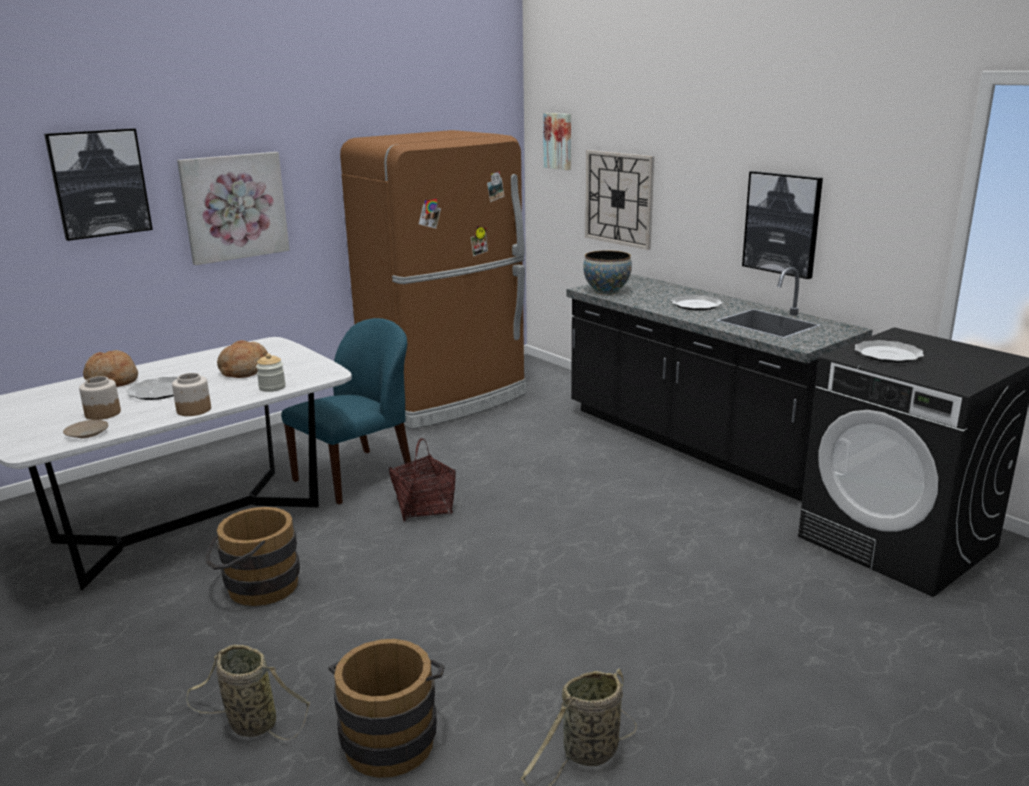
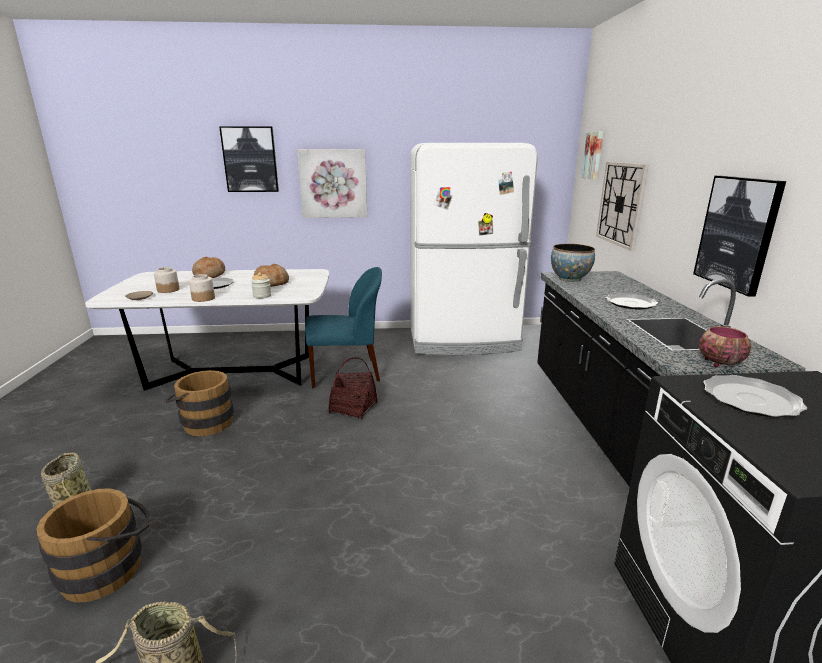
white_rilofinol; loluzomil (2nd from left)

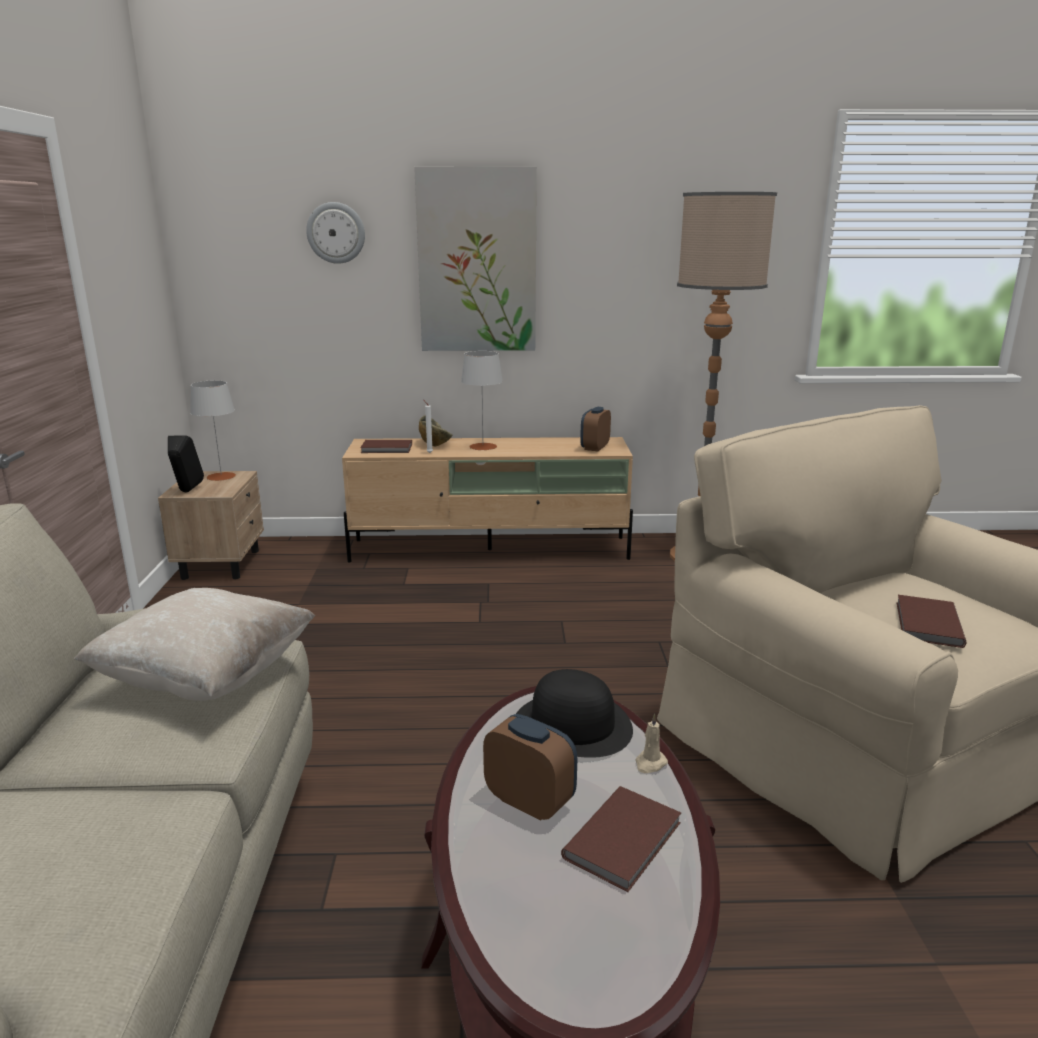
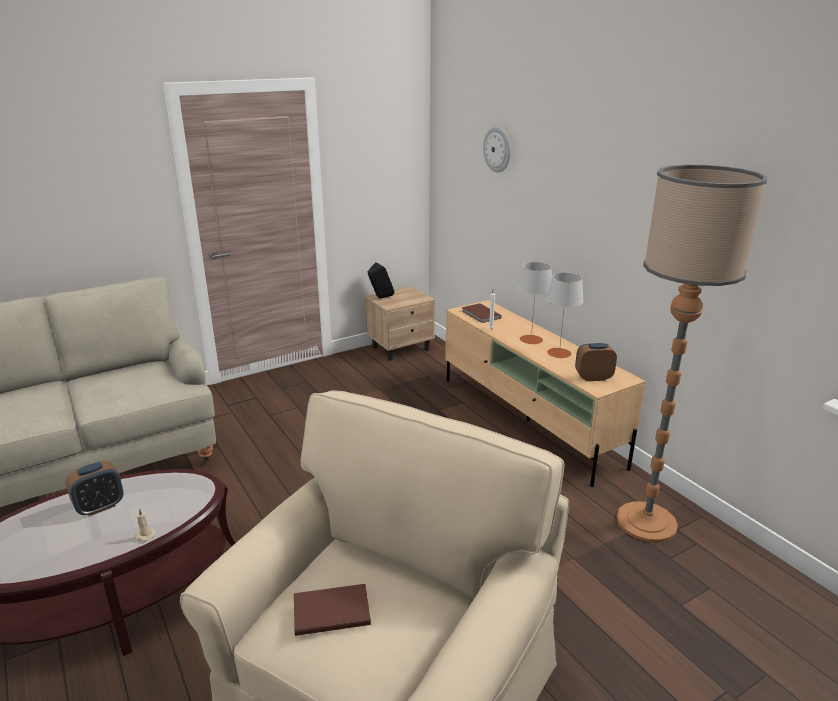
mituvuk; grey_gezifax (2nd from left); loluzomil; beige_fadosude; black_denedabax; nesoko (1st from left); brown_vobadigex (2nd from left in the first image)

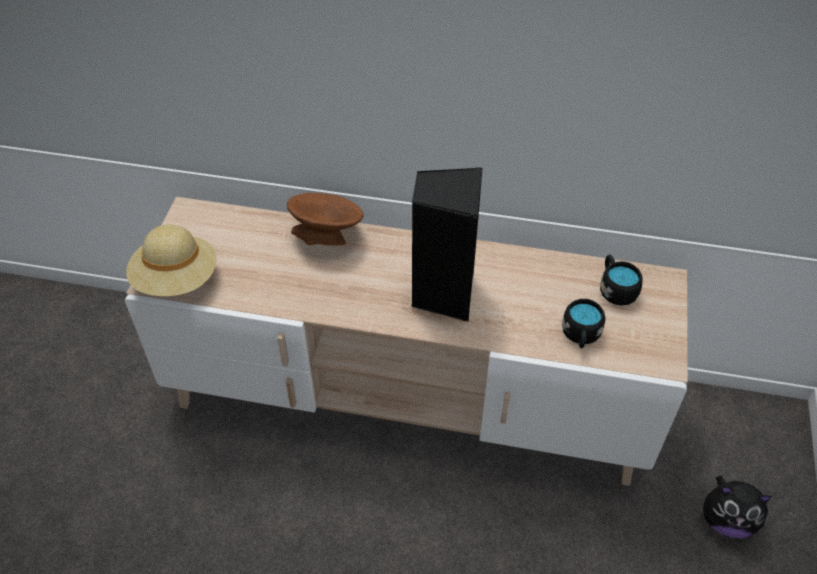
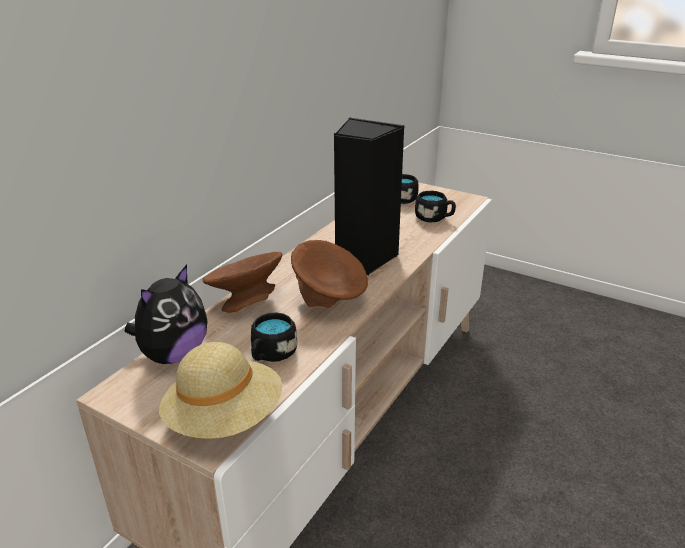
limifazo; brown_loluzomil (2nd from left); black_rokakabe (1st from left)

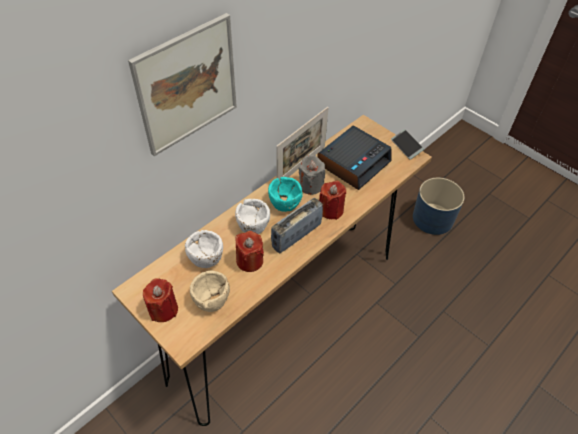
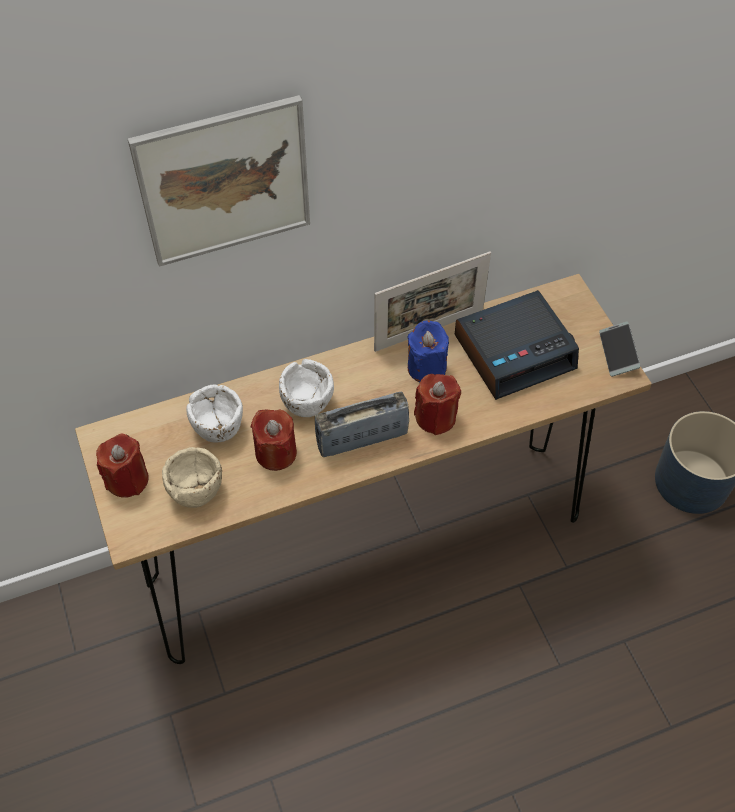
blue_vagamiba; turquoise_loluzomil

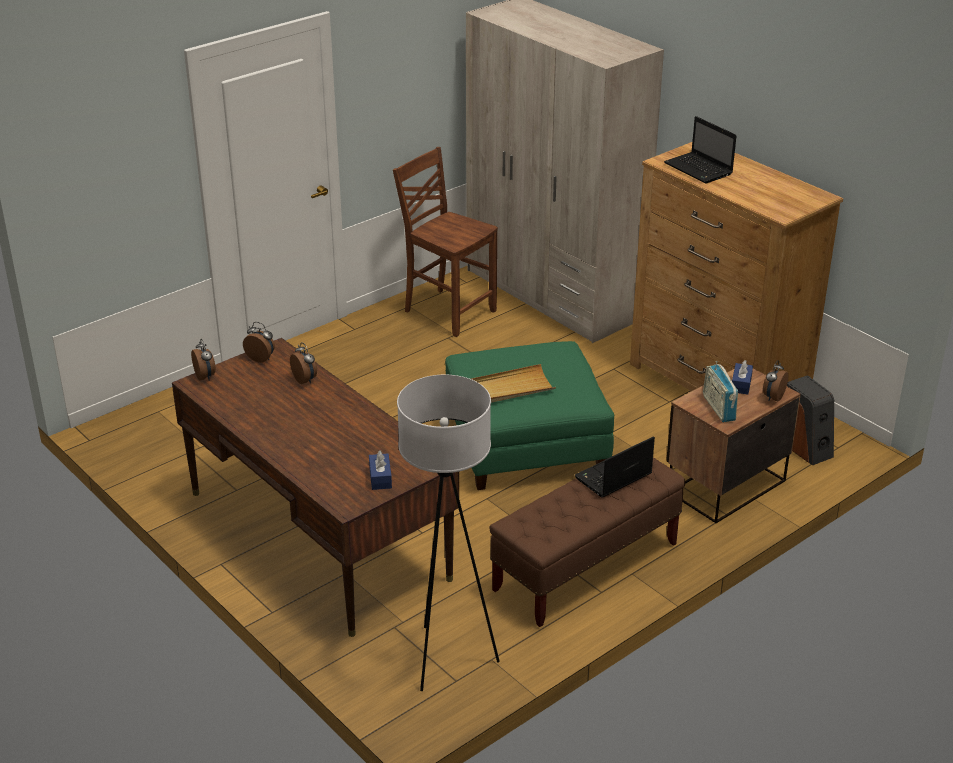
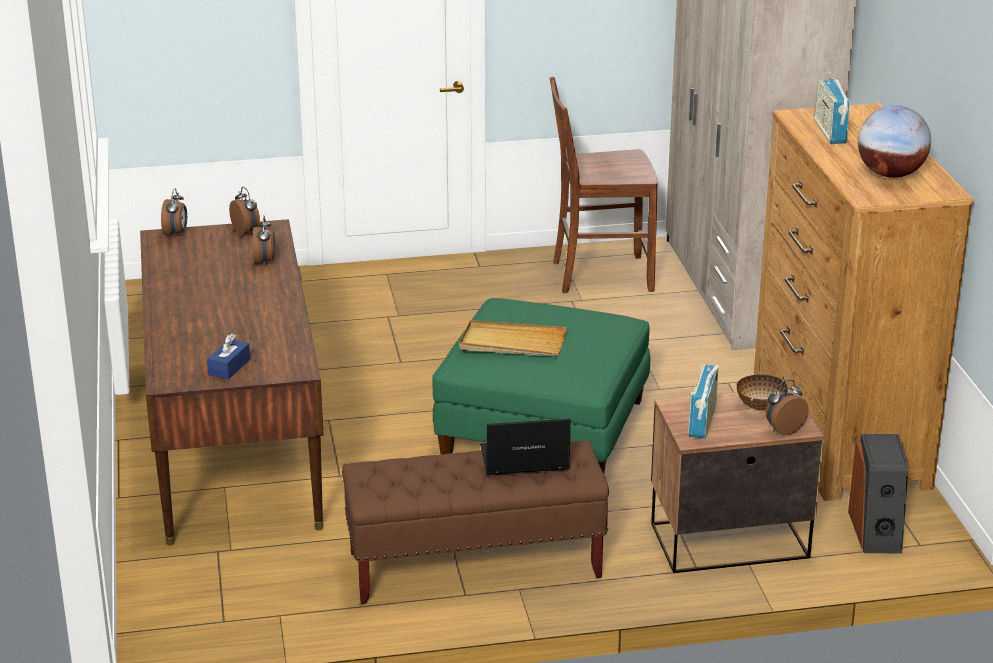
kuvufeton (2nd from left); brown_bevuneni; loluzomil; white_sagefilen; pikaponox

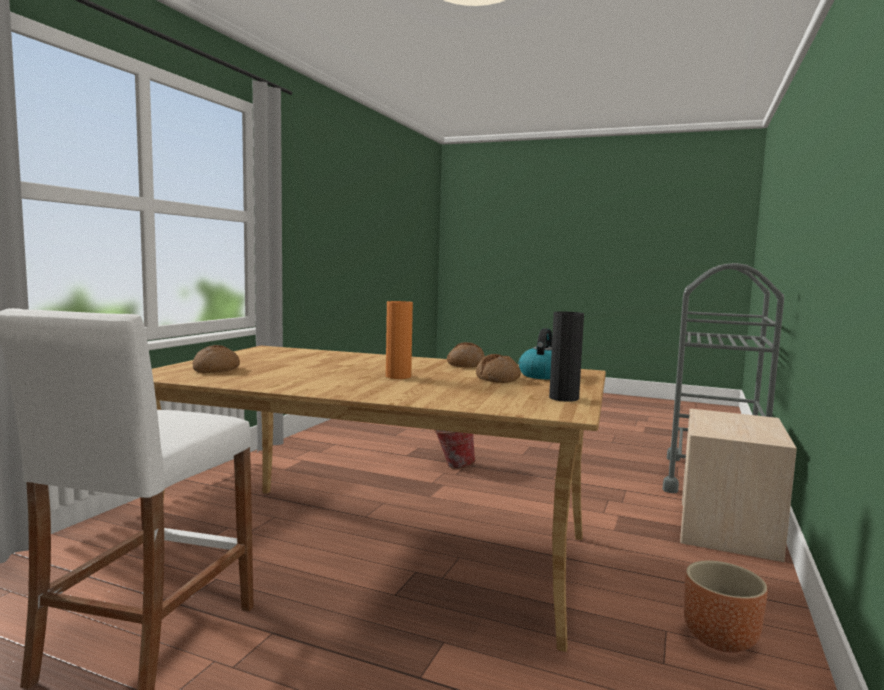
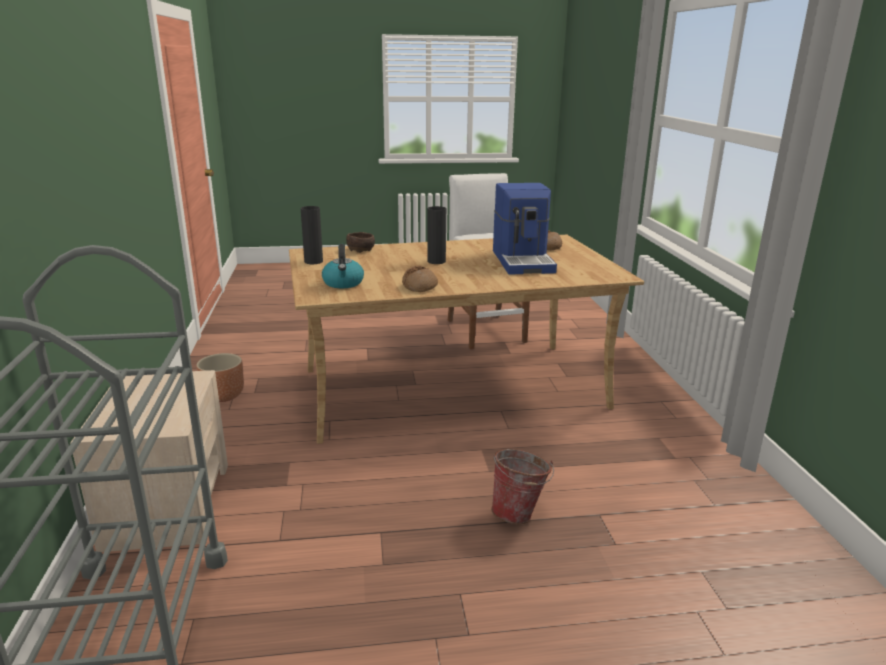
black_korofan (2nd from left); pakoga (3rd from left in the first image); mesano; brown_loluzomil

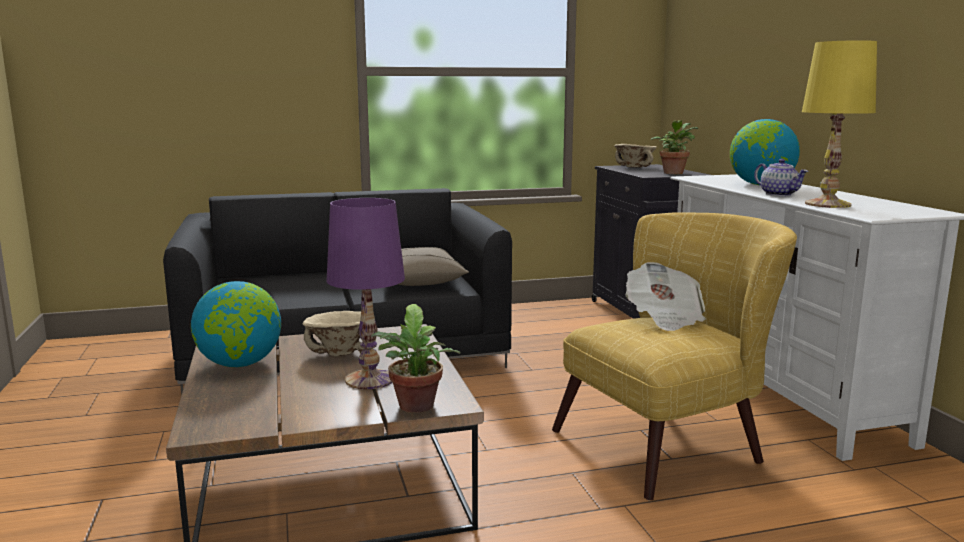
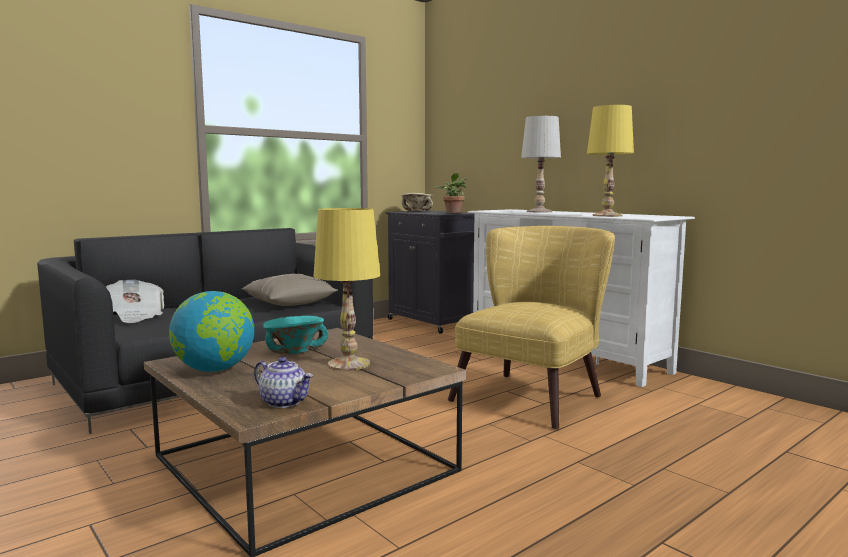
white_gezifax; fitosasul; yellow_gezifax (1st from left); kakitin; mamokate (1st from left in the first image); turquoise_loluzomil

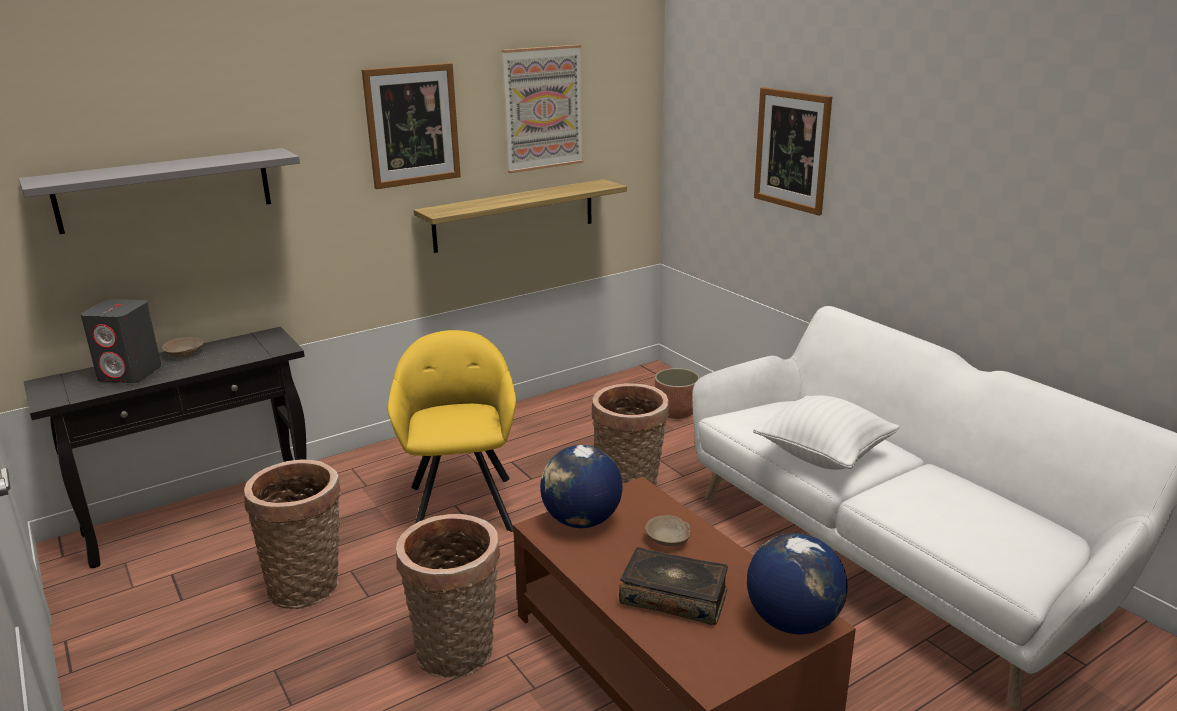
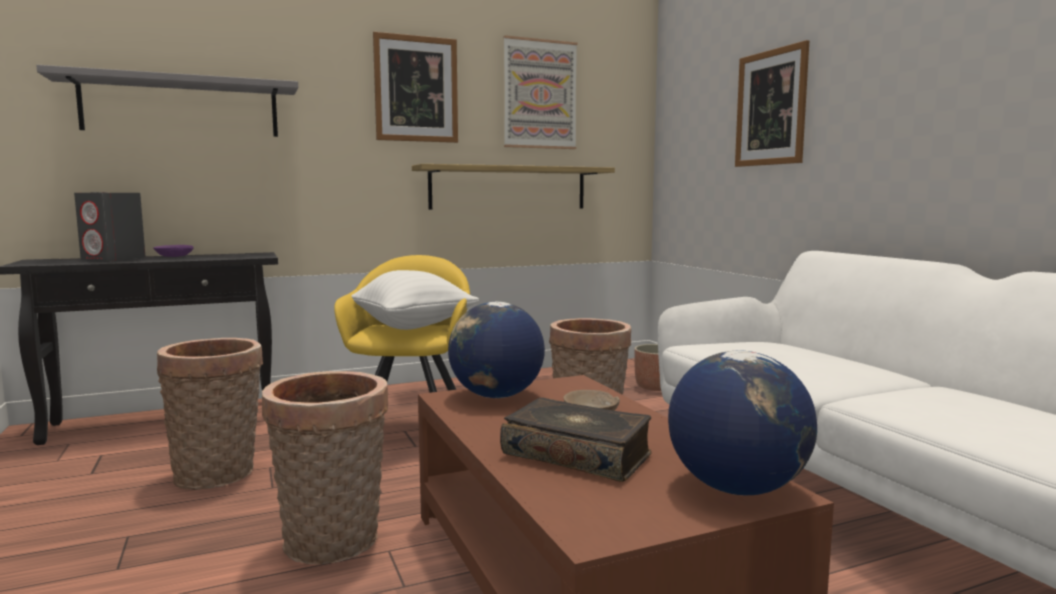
purple_loluzomil; white_fadosude

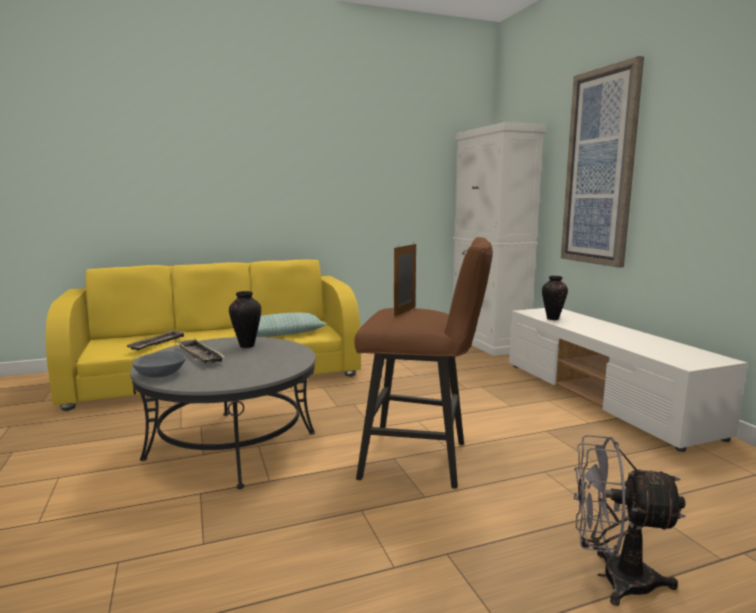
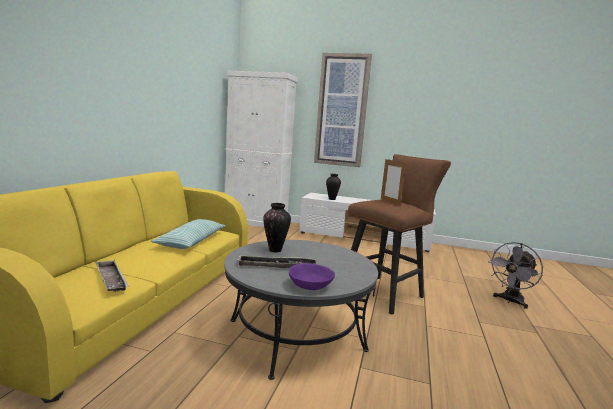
purple_loluzomil

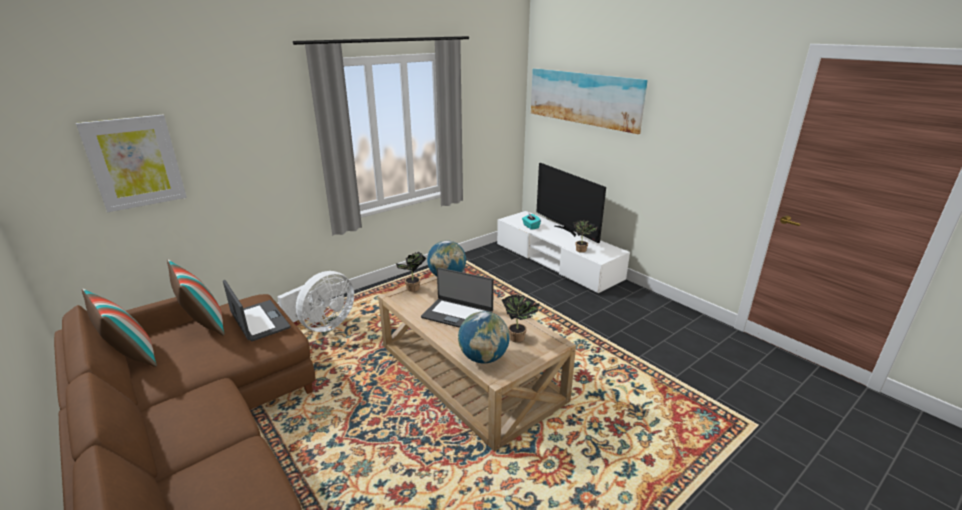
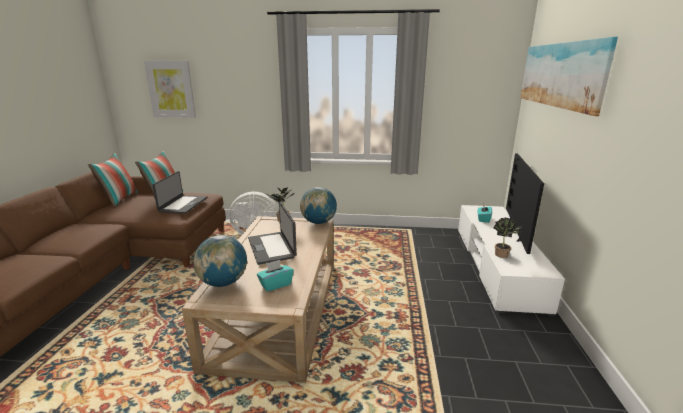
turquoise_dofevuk (1st from left)

